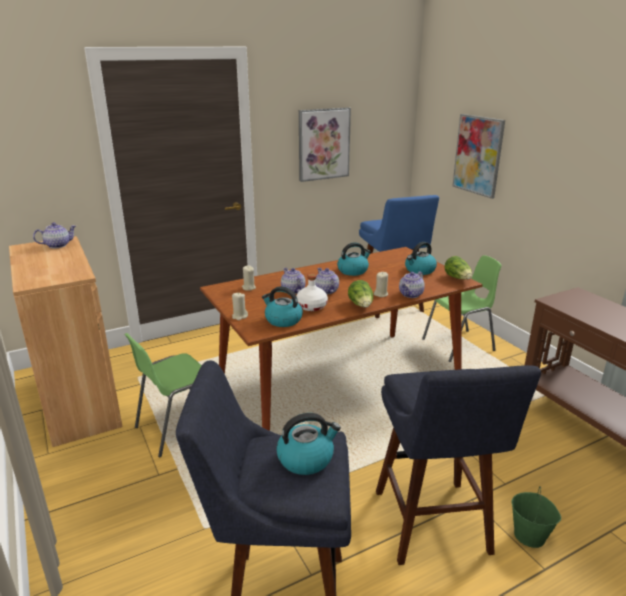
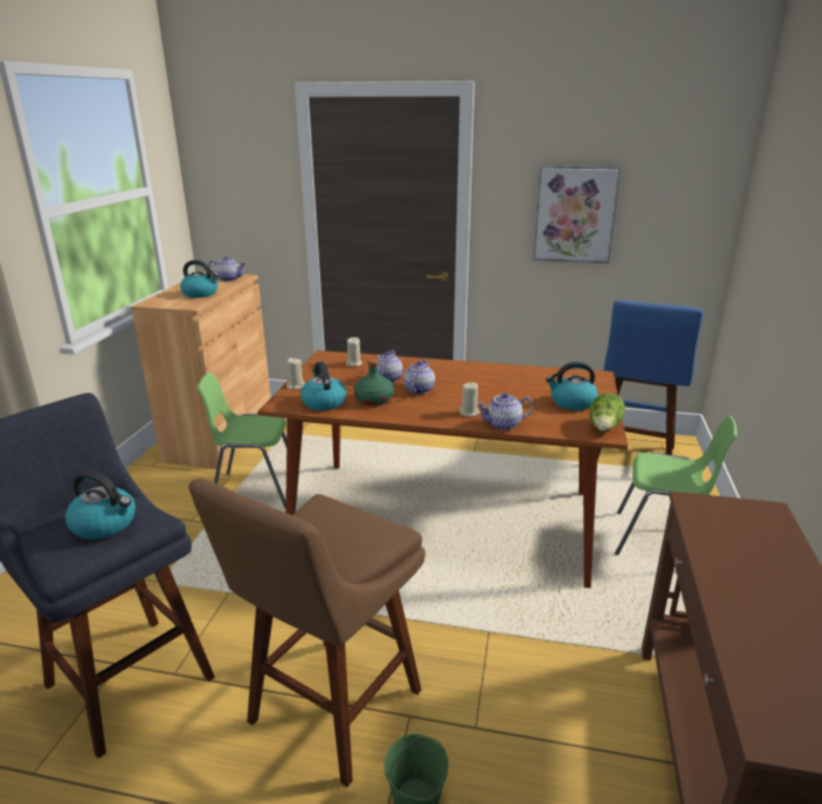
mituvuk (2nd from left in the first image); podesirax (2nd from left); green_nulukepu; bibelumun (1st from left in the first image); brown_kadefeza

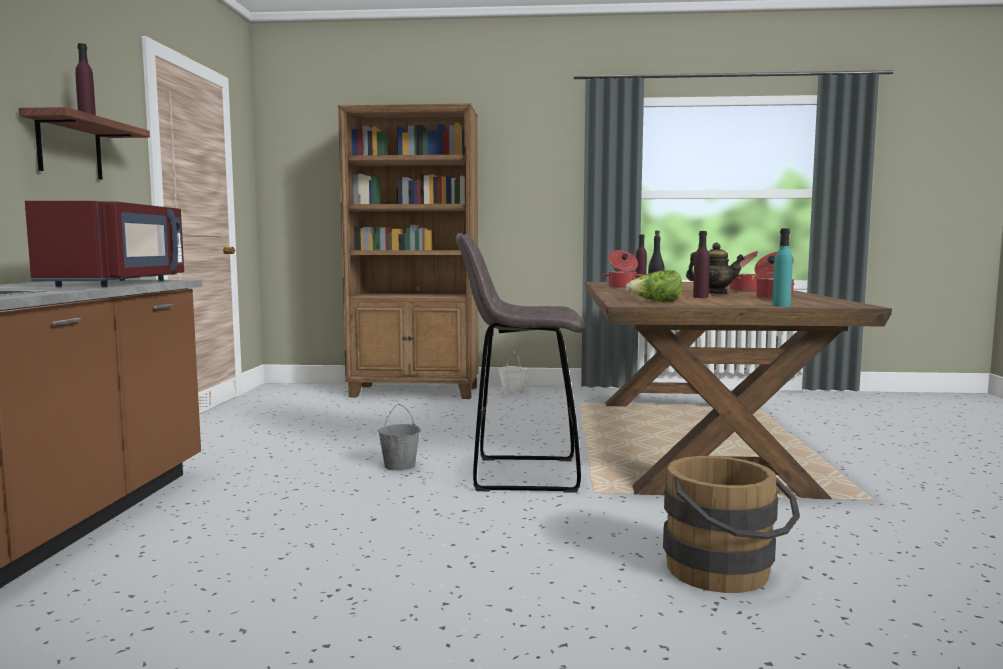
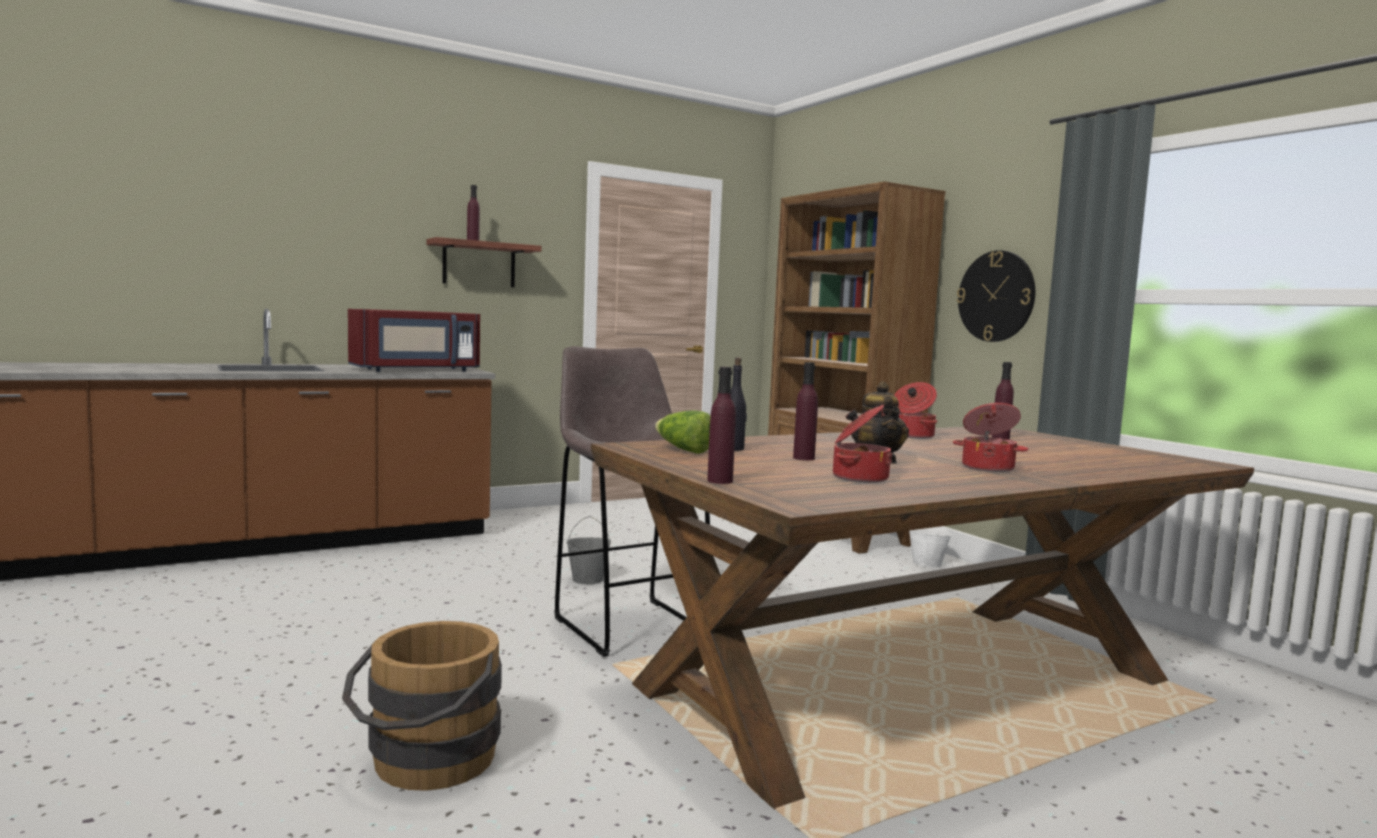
purple_nulukepu (2nd from left); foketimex

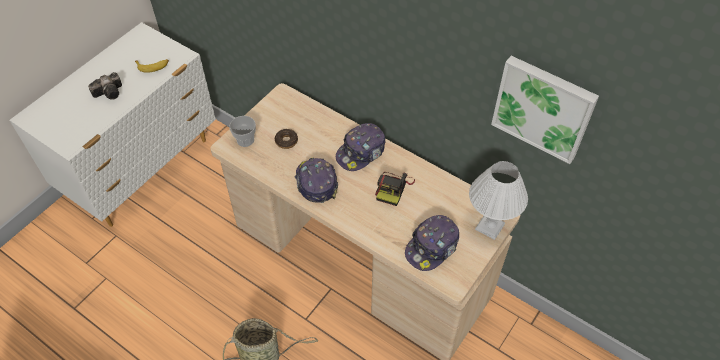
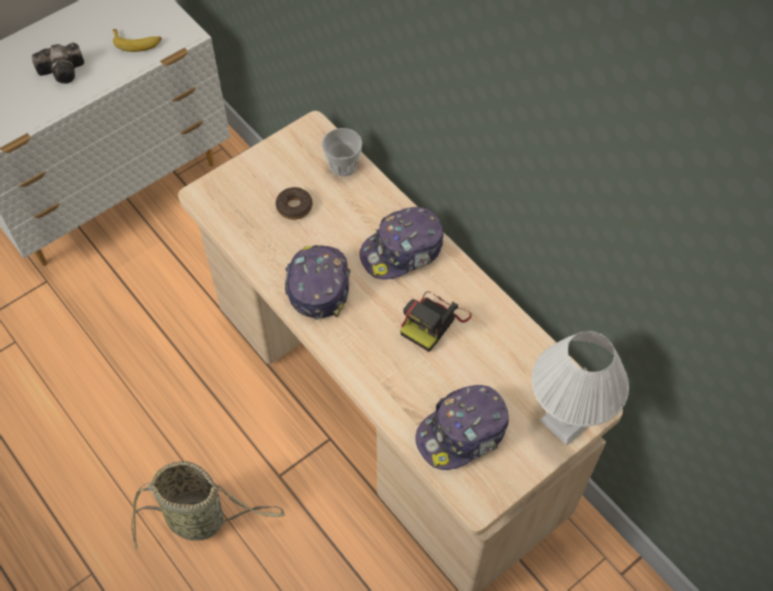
mituvuk; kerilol

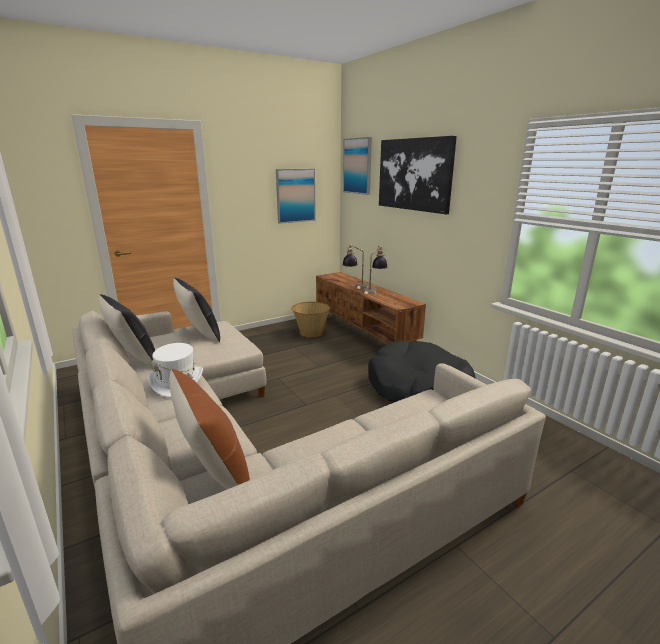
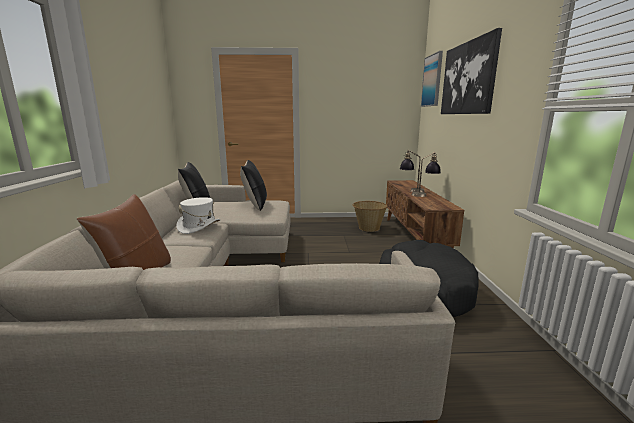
mituvuk (1st from left in the first image)

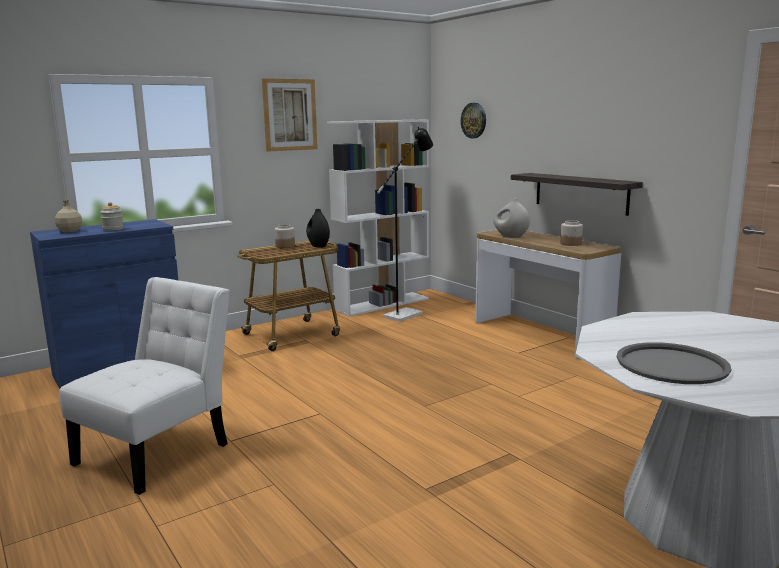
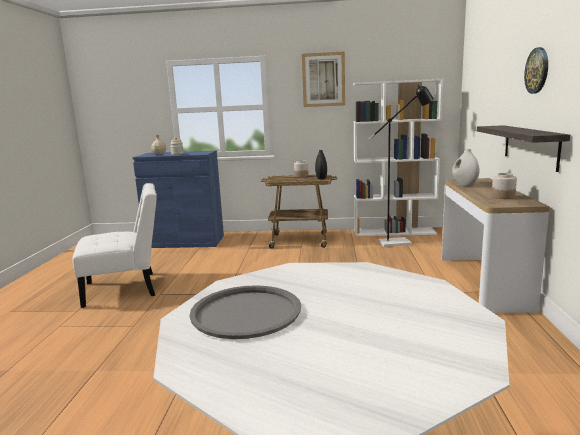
foketimex

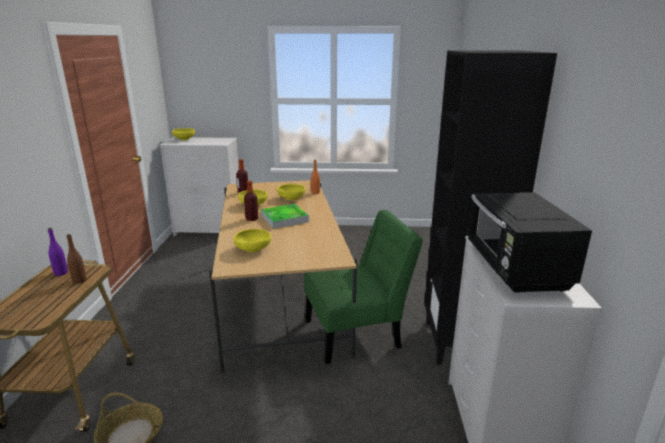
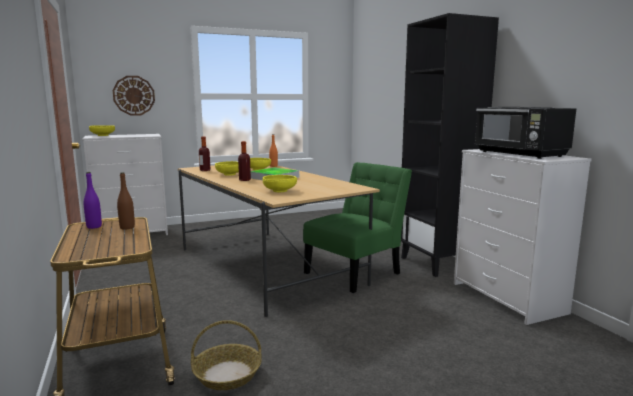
foketimex

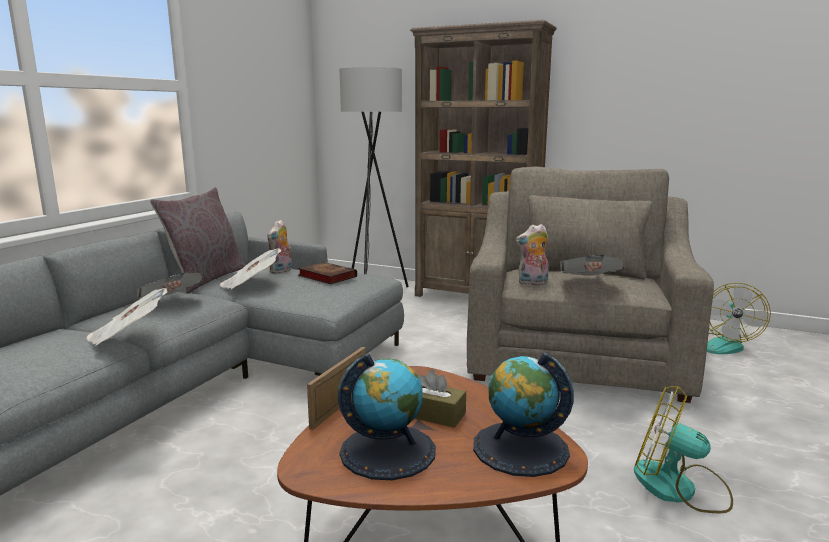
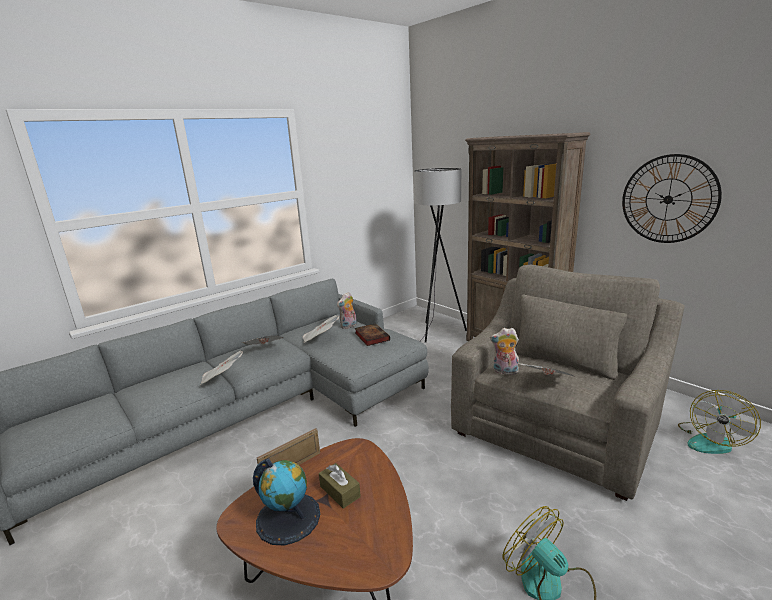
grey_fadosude; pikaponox (2nd from left in the first image); foketimex

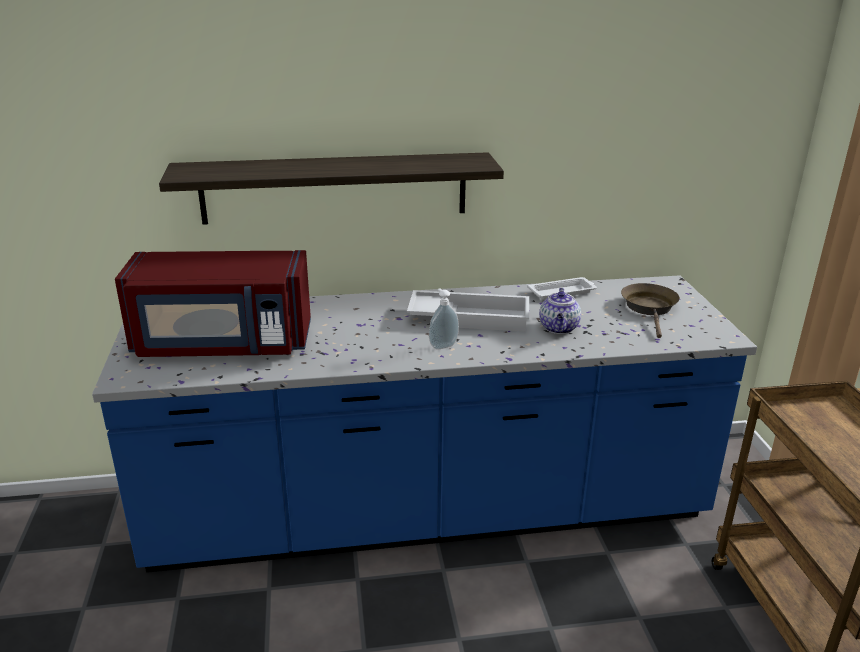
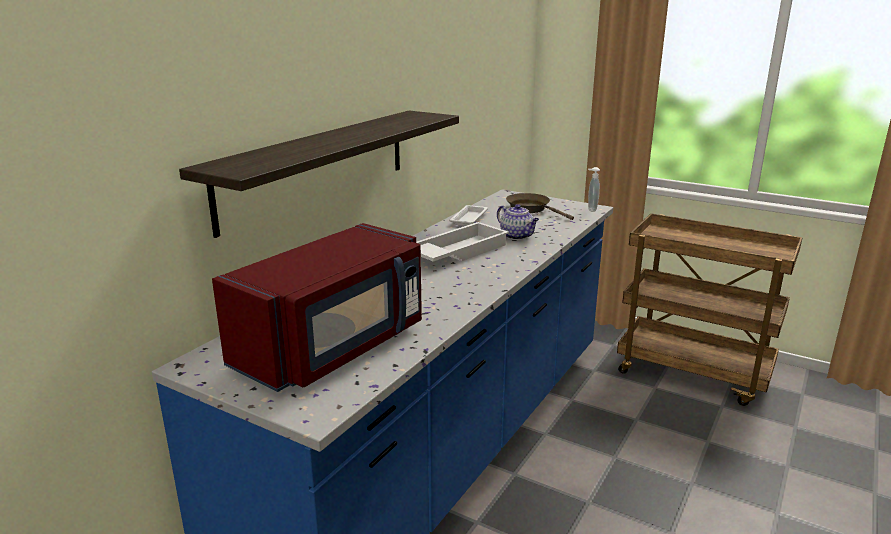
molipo

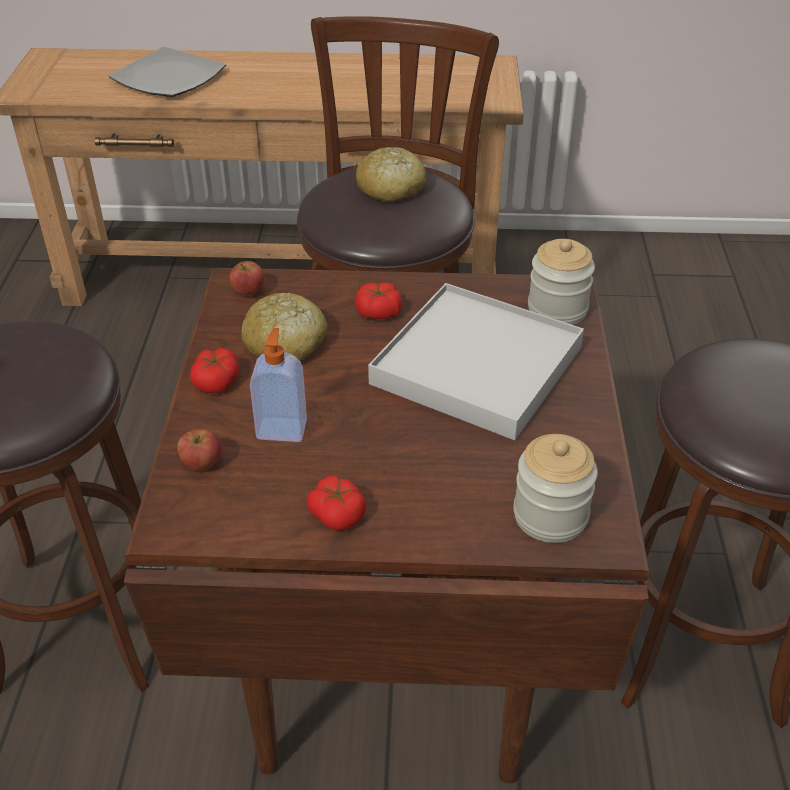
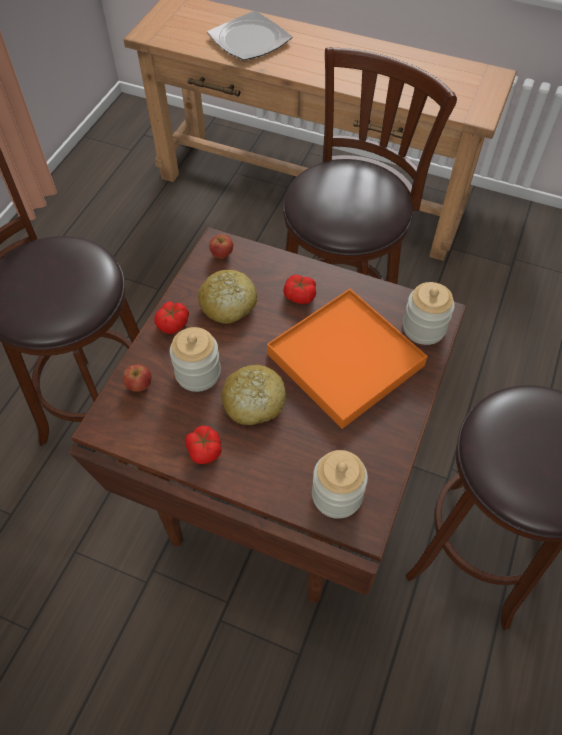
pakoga (2nd from left); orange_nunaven; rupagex (1st from left)

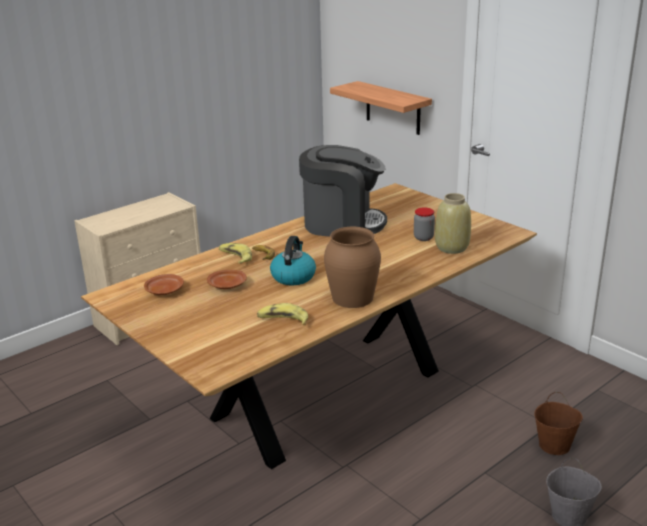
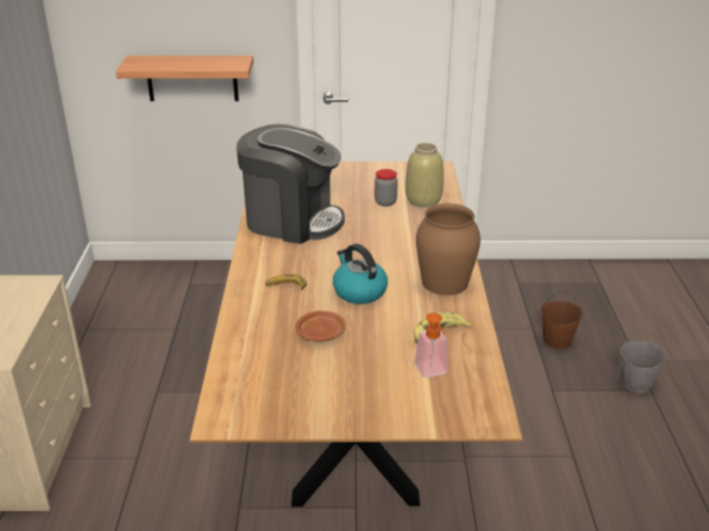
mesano; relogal (1st from left in the first image); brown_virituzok (1st from left in the first image); molipo

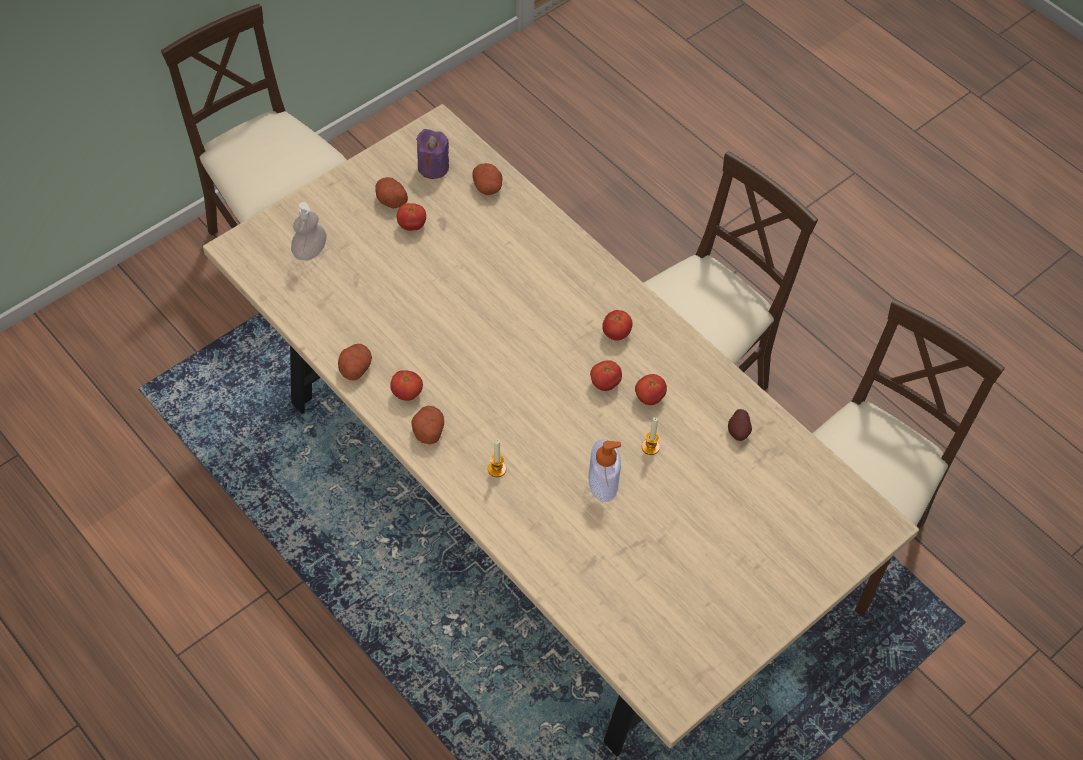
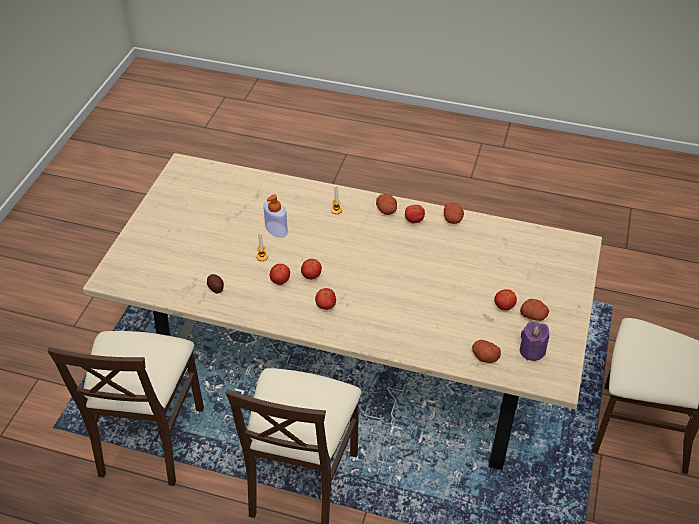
molipo (1st from left in the first image)

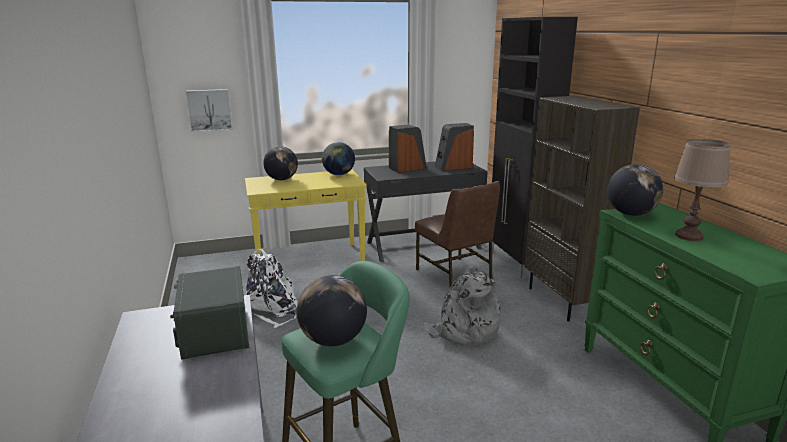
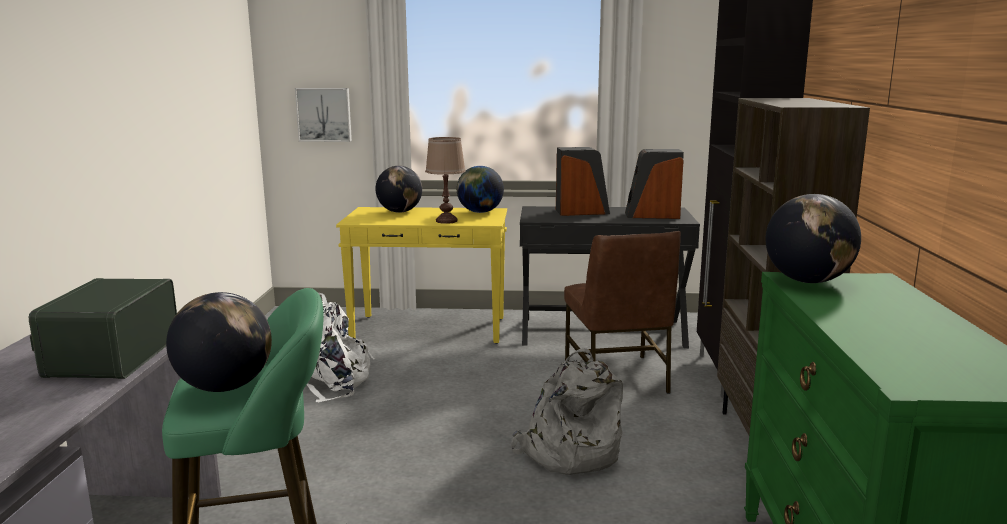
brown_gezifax

